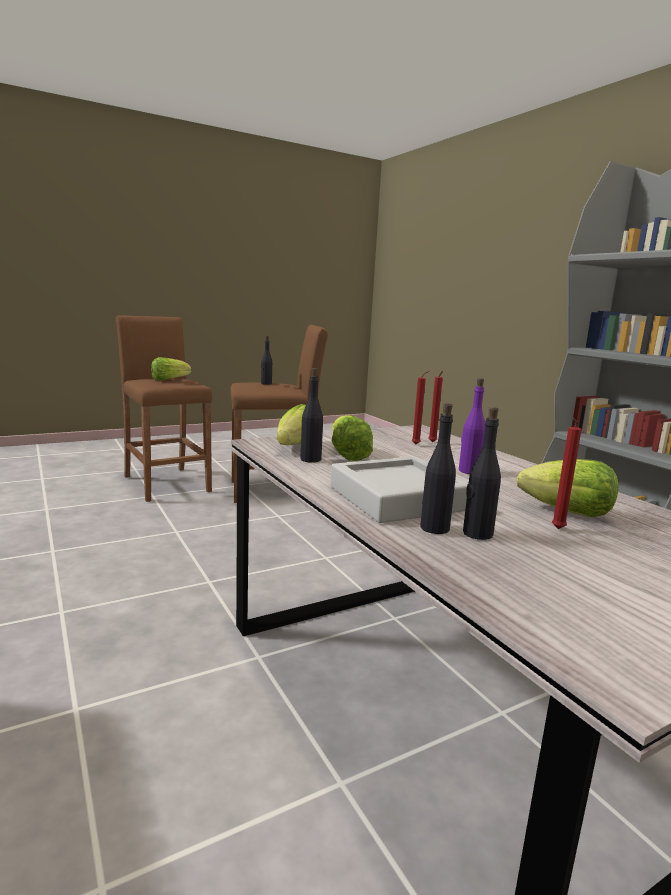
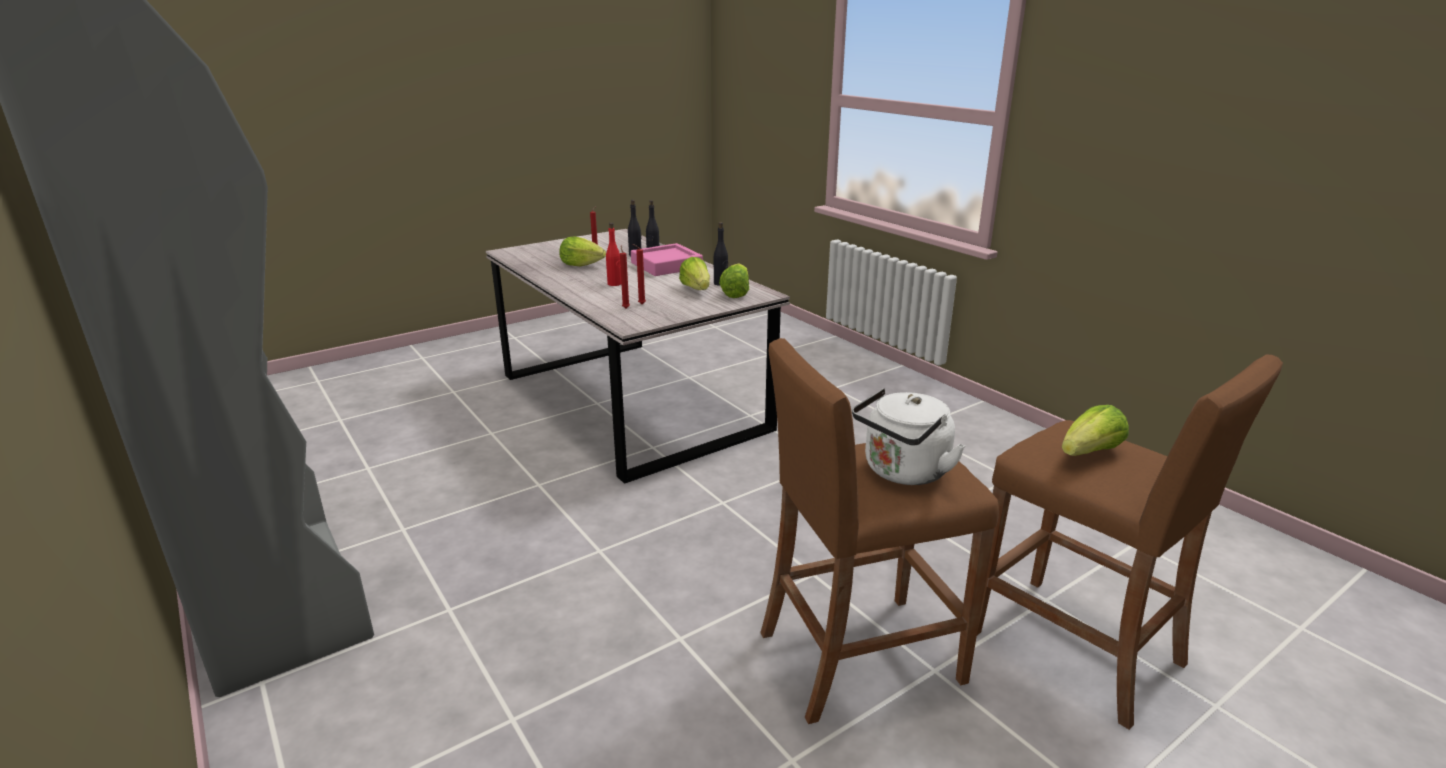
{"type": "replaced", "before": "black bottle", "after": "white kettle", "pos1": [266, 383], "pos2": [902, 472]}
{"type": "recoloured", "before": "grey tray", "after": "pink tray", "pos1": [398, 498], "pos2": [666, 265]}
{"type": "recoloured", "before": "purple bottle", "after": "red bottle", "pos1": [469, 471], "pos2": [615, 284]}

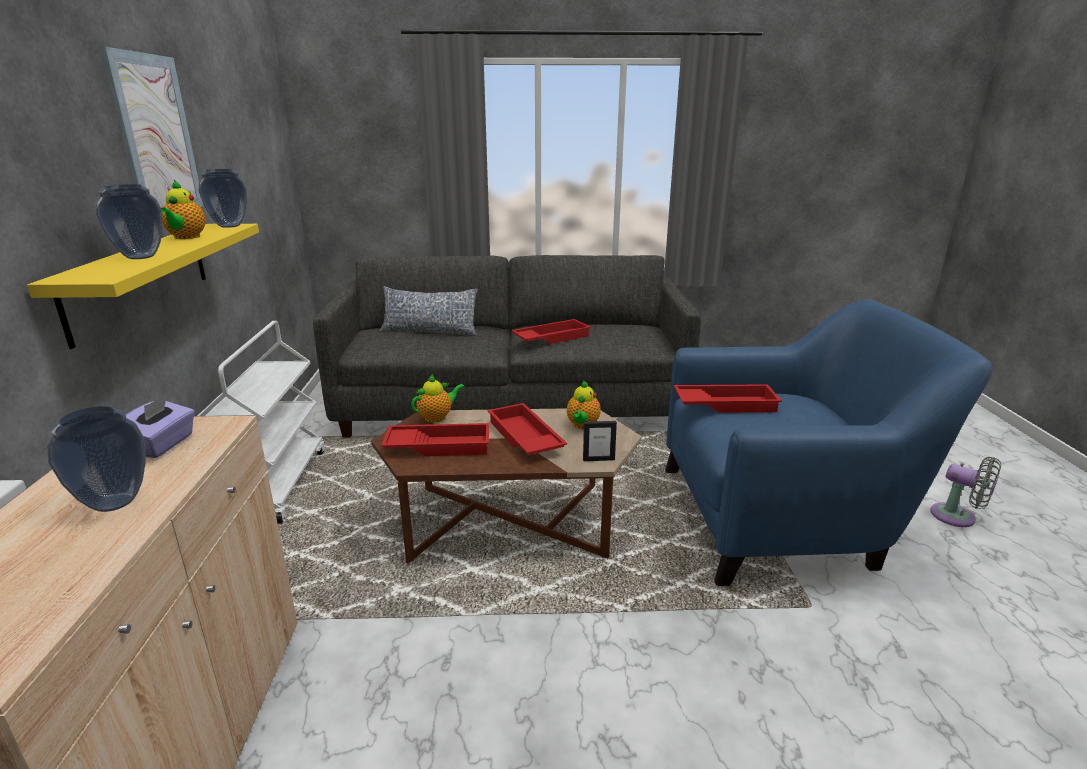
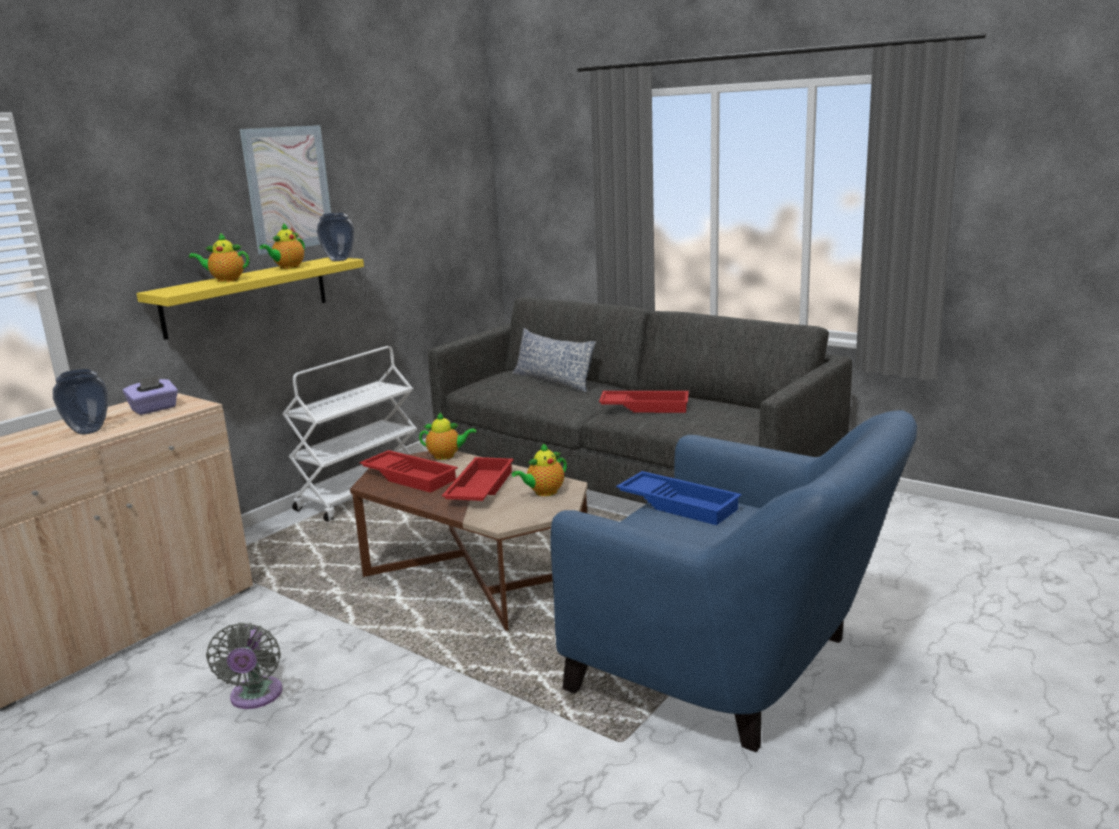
{"type": "replaced", "before": "vase", "after": "teapot", "pos1": [141, 257], "pos2": [225, 280]}
{"type": "removed", "before": "picture frame", "pos1": [598, 459]}
{"type": "recoloured", "before": "red tray", "after": "blue tray", "pos1": [725, 404], "pos2": [679, 504]}
{"type": "moved", "before": "grey fan", "pos1": [958, 517], "pos2": [255, 697]}

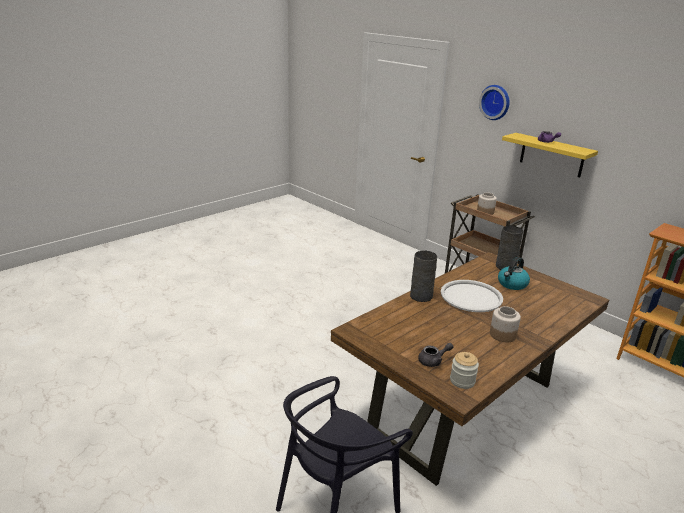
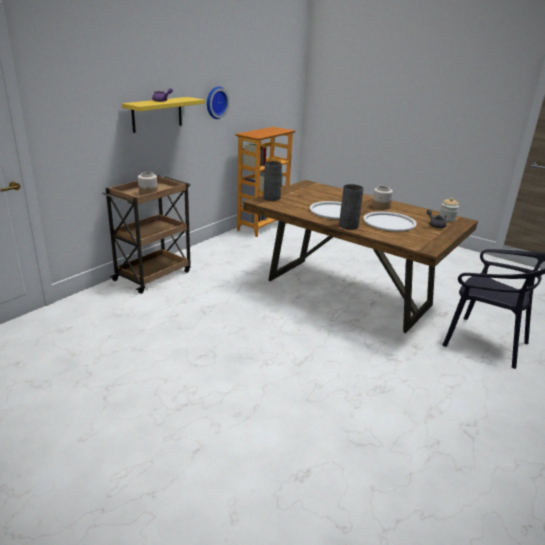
{"type": "moved", "before": "wall clock", "pos1": [495, 102], "pos2": [215, 102]}
{"type": "removed", "before": "kettle", "pos1": [512, 284]}
{"type": "added", "after": "white tray", "pos2": [389, 222]}

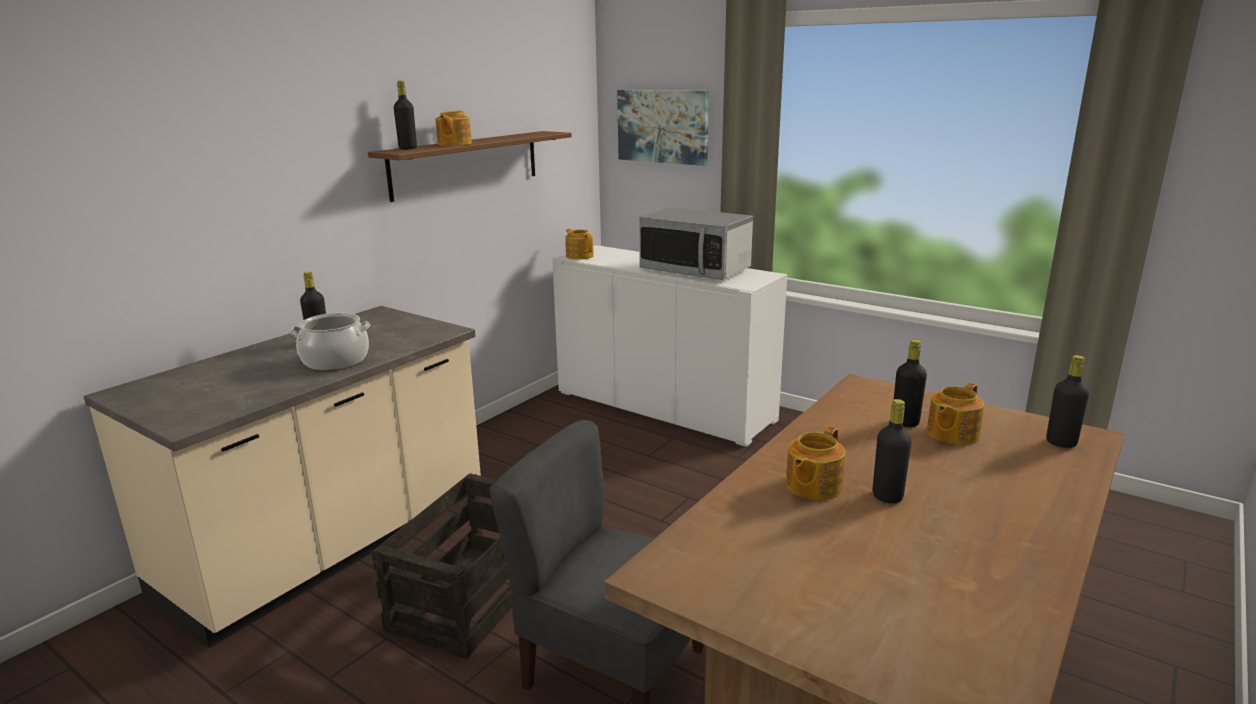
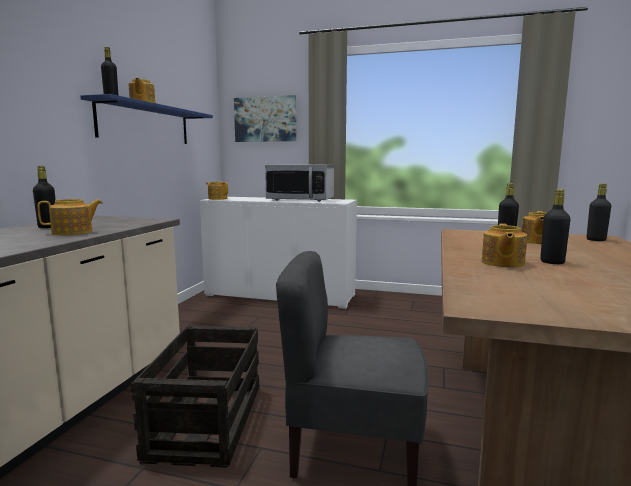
{"type": "replaced", "before": "cooking pot", "after": "teapot", "pos1": [335, 360], "pos2": [73, 232]}
{"type": "recoloured", "before": "brown shelf", "after": "blue shelf", "pos1": [466, 164], "pos2": [146, 124]}

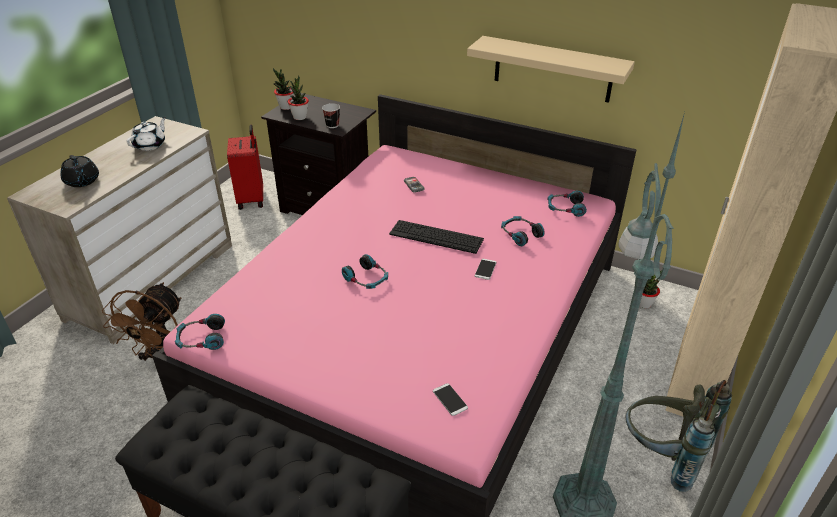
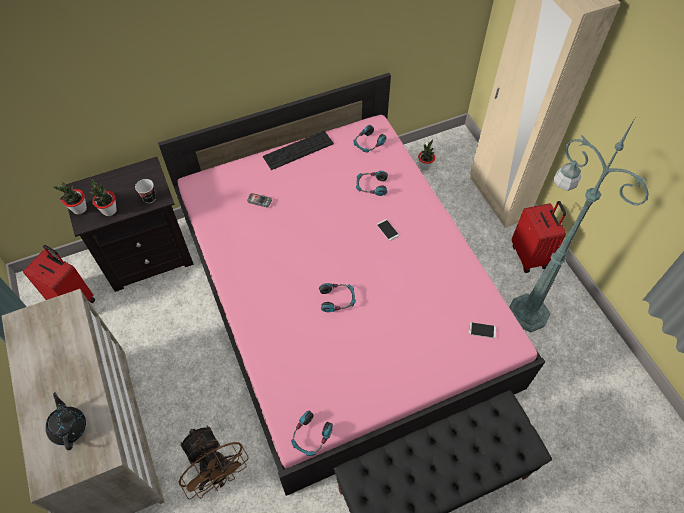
{"type": "turned", "before": "black teapot", "pos1": [82, 181], "pos2": [69, 427], "turn": -120}
{"type": "removed", "before": "white teapot", "pos1": [150, 145]}
{"type": "moved", "before": "keyboard", "pos1": [436, 236], "pos2": [298, 150]}
{"type": "removed", "before": "beige shelf", "pos1": [552, 69]}
{"type": "replaced", "before": "grey backpack", "after": "red suitcase", "pos1": [662, 456], "pos2": [530, 256]}

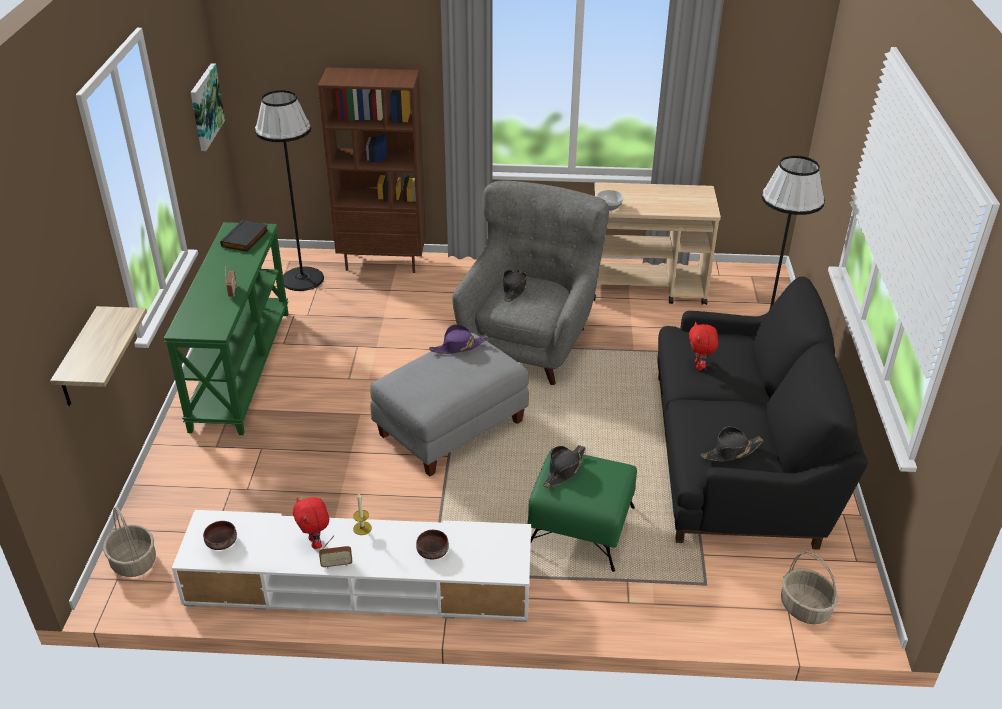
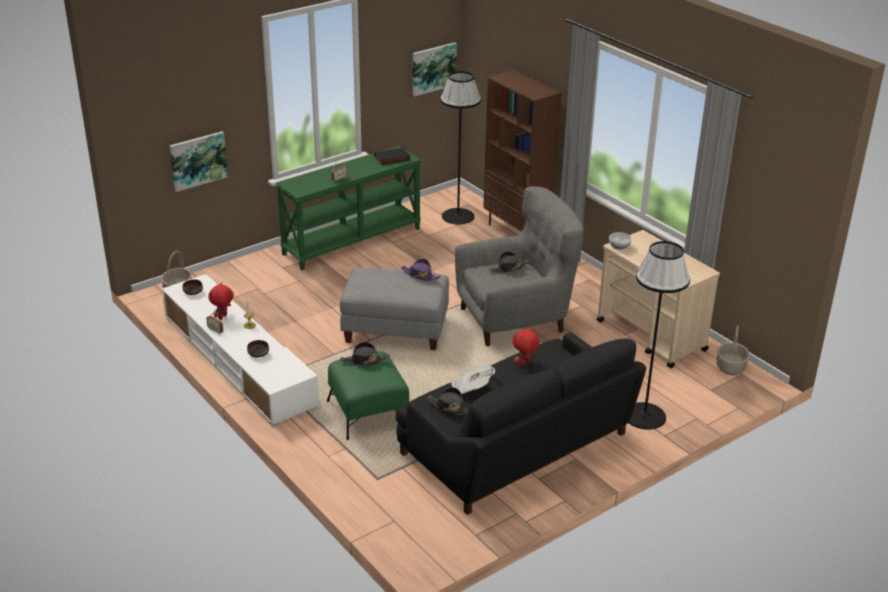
{"type": "replaced", "before": "shelf", "after": "picture", "pos1": [79, 359], "pos2": [198, 160]}
{"type": "moved", "before": "basket", "pos1": [805, 608], "pos2": [731, 367]}
{"type": "added", "after": "newspaper", "pos2": [471, 388]}

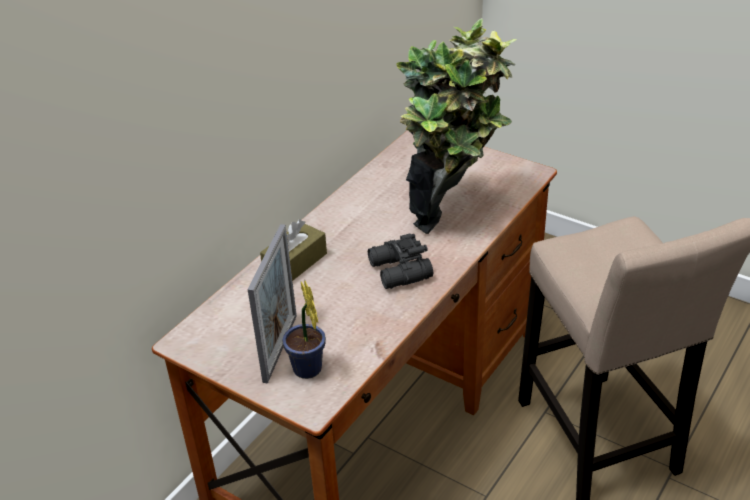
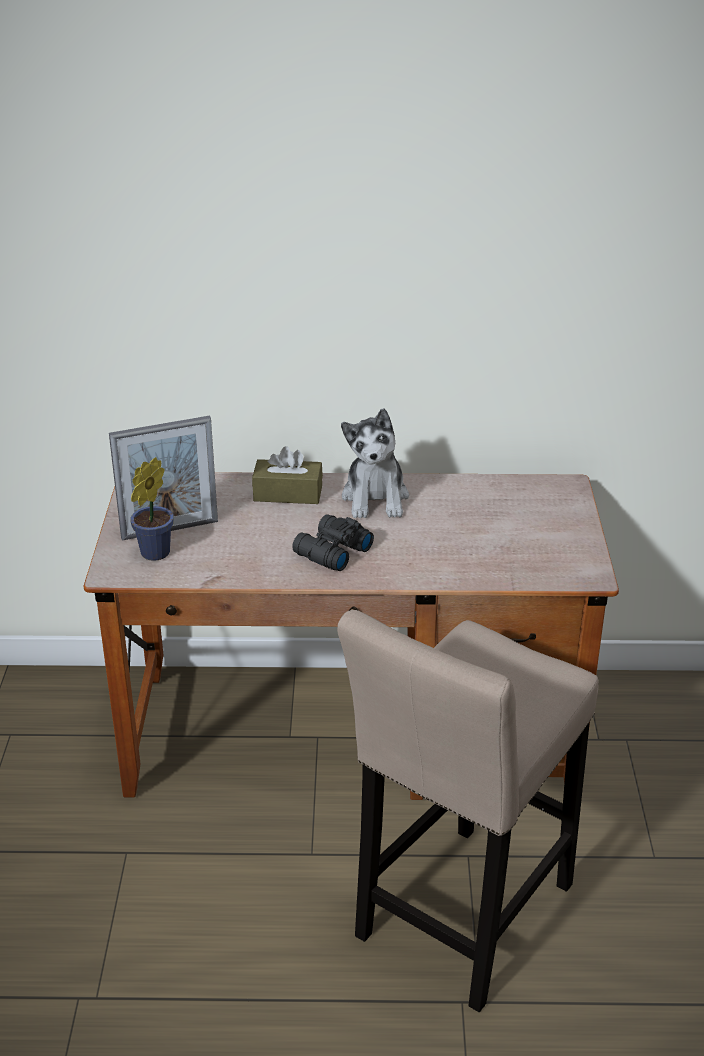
{"type": "removed", "before": "potted plant", "pos1": [451, 212]}
{"type": "added", "after": "plush toy", "pos2": [375, 498]}

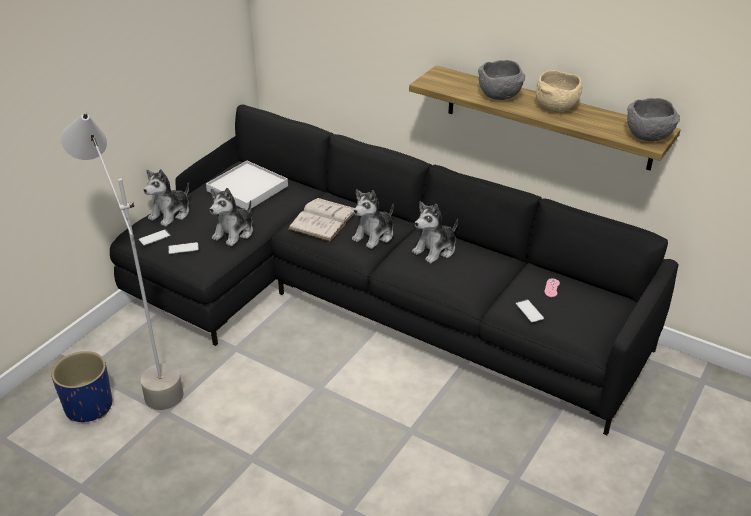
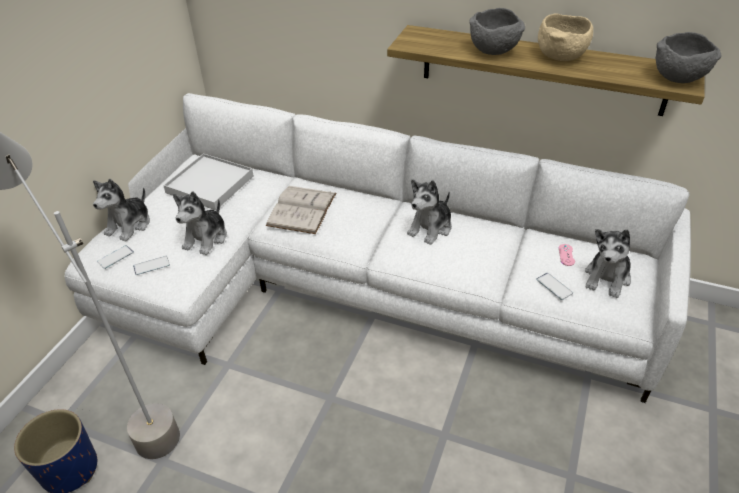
{"type": "recoloured", "before": "black sofa", "after": "white sofa", "pos1": [366, 300], "pos2": [354, 285]}
{"type": "moved", "before": "plush toy", "pos1": [374, 235], "pos2": [607, 278]}

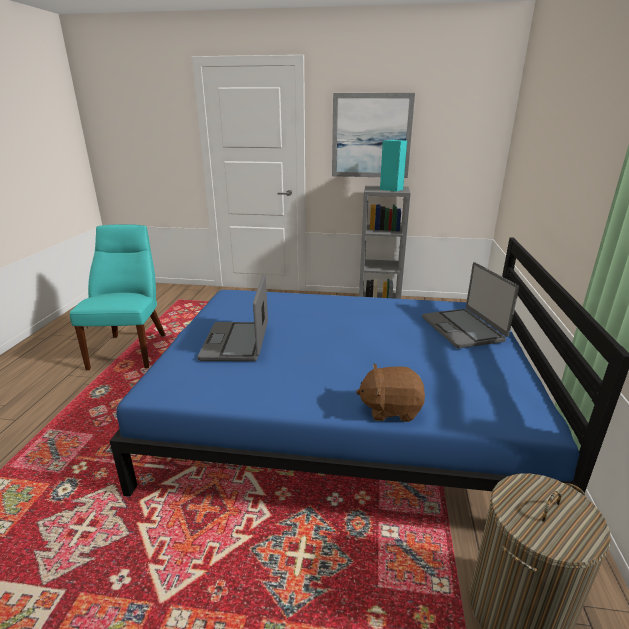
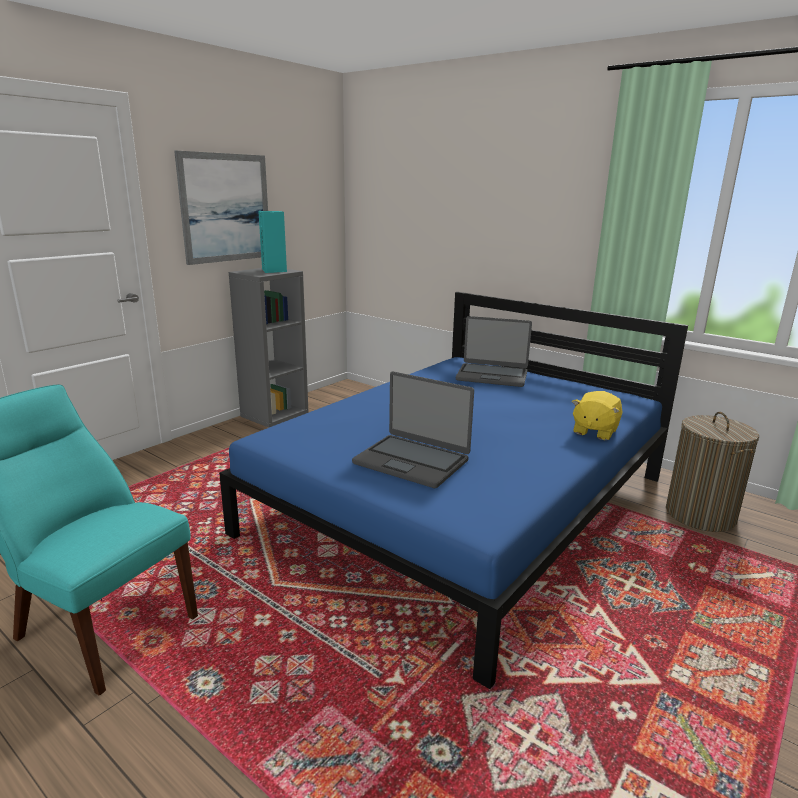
{"type": "recoloured", "before": "brown plush toy", "after": "yellow plush toy", "pos1": [390, 409], "pos2": [594, 431]}

